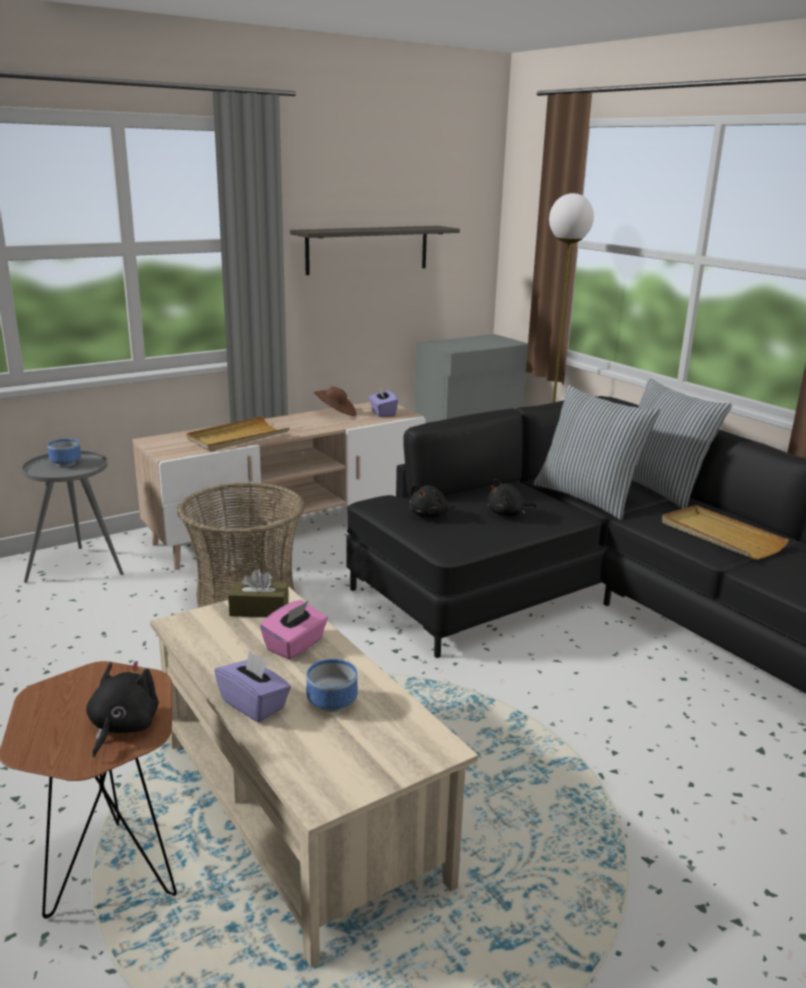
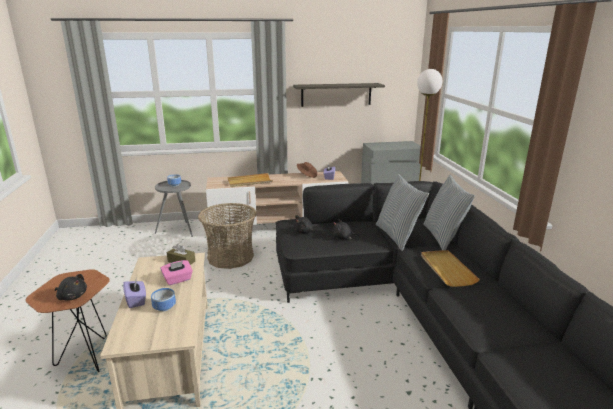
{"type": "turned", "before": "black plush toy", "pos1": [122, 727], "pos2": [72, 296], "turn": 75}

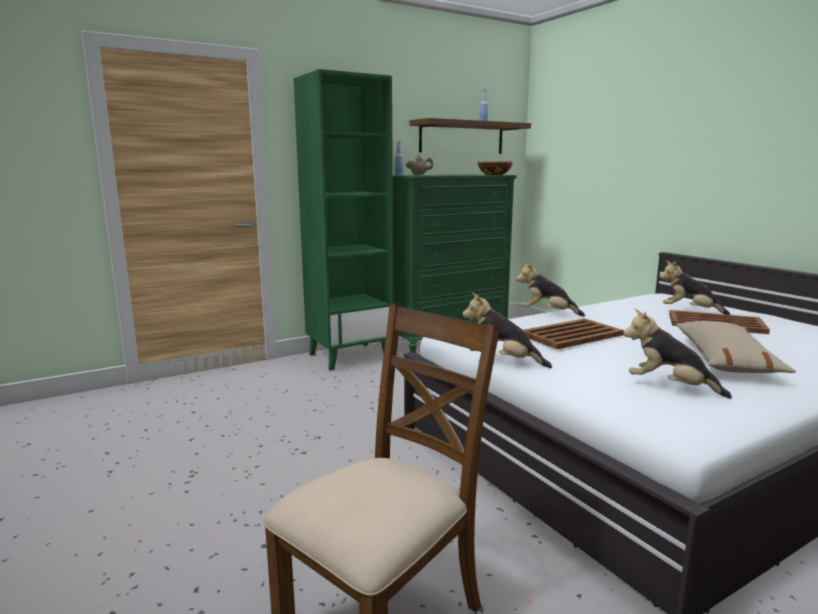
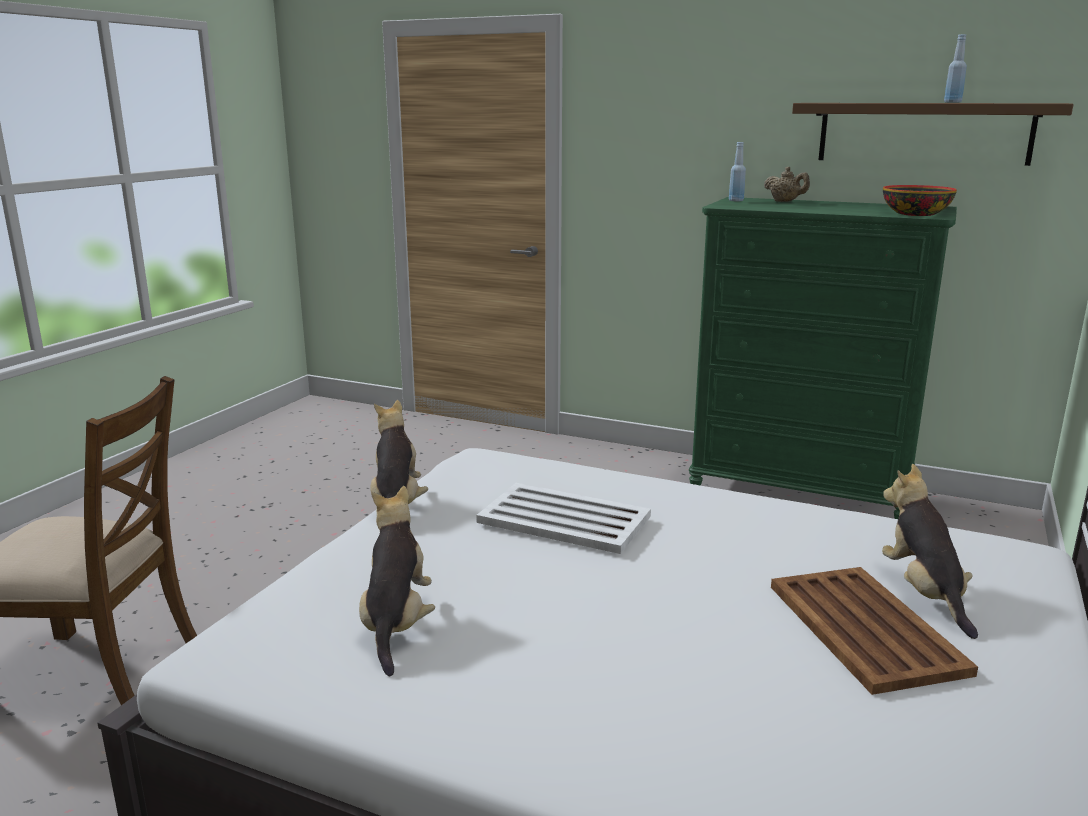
{"type": "removed", "before": "green bookcase", "pos1": [349, 356]}
{"type": "removed", "before": "plush toy", "pos1": [547, 313]}
{"type": "recoloured", "before": "brown tray", "after": "white tray", "pos1": [570, 335], "pos2": [562, 519]}
{"type": "removed", "before": "beige pillow", "pos1": [725, 360]}

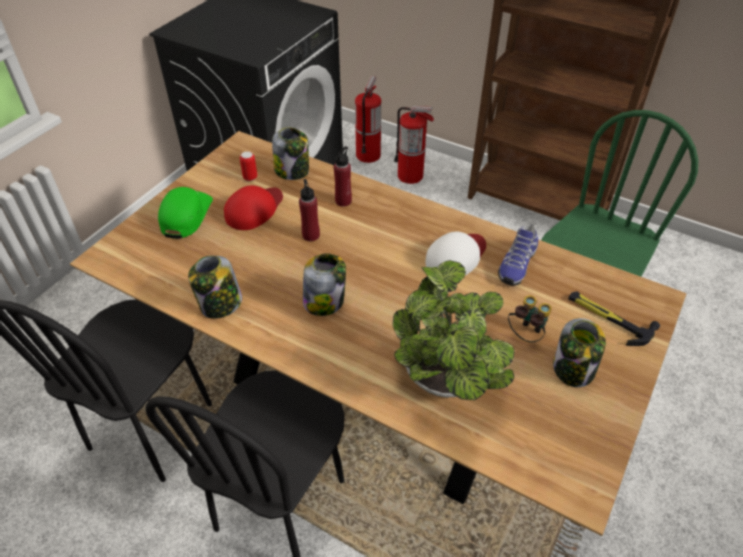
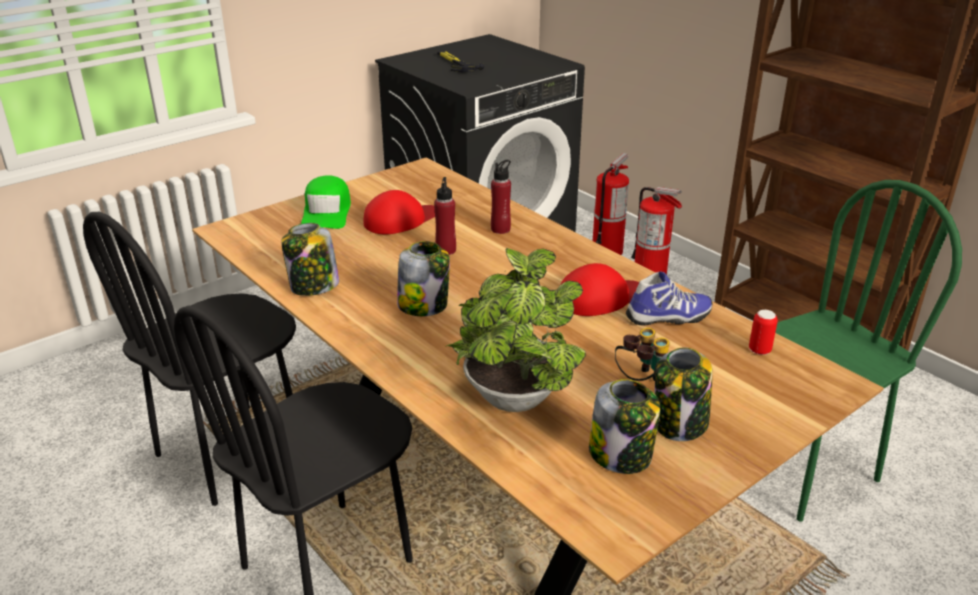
{"type": "turned", "before": "green cap", "pos1": [185, 215], "pos2": [327, 212], "turn": 150}
{"type": "moved", "before": "can", "pos1": [250, 177], "pos2": [759, 350]}
{"type": "moved", "before": "jar", "pos1": [292, 171], "pos2": [621, 455]}
{"type": "recoloured", "before": "white cap", "after": "red cap", "pos1": [456, 257], "pos2": [600, 297]}
{"type": "turned", "before": "shoe", "pos1": [516, 265], "pos2": [669, 318], "turn": -150}
{"type": "moved", "before": "hammer", "pos1": [608, 318], "pos2": [455, 63]}

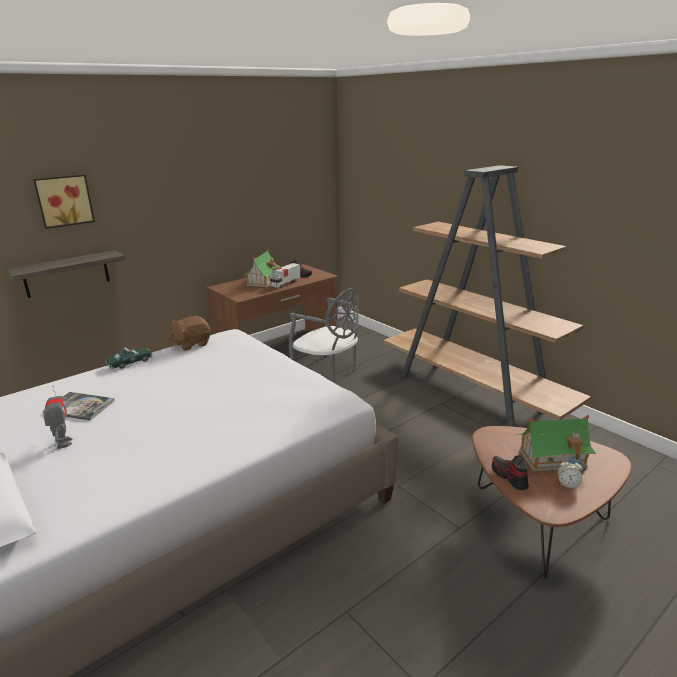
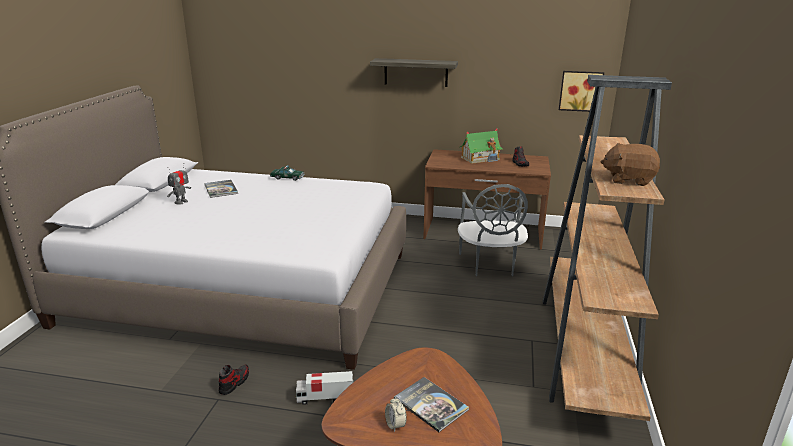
{"type": "moved", "before": "shelf", "pos1": [66, 274], "pos2": [416, 72]}
{"type": "moved", "before": "picture", "pos1": [64, 200], "pos2": [580, 91]}
{"type": "moved", "before": "brown plush toy", "pos1": [191, 344], "pos2": [628, 180]}
{"type": "moved", "before": "toy truck", "pos1": [285, 283], "pos2": [324, 398]}
{"type": "moved", "before": "shoe", "pos1": [509, 477], "pos2": [234, 383]}
{"type": "replaced", "before": "toy house", "after": "book", "pos1": [553, 458], "pos2": [431, 404]}

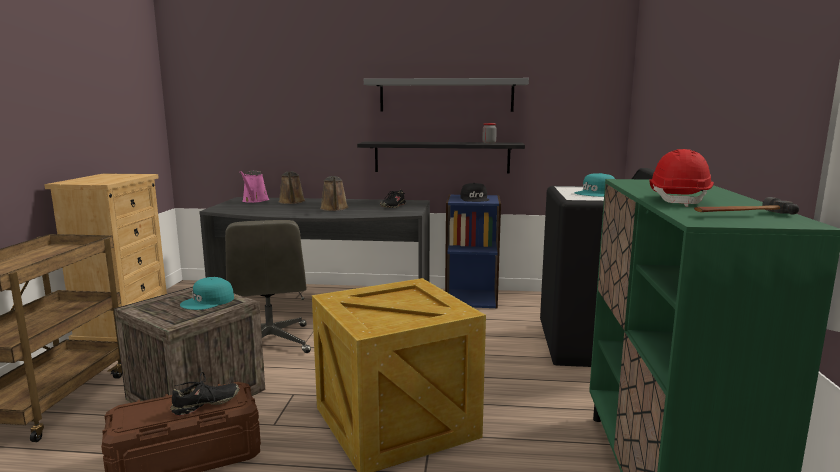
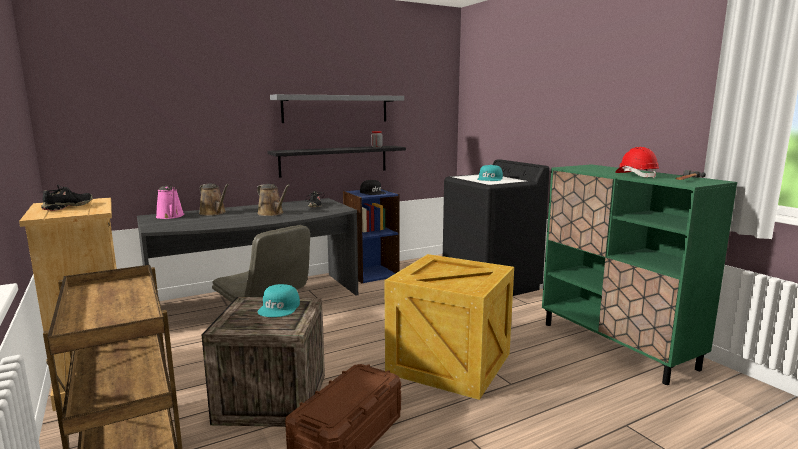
{"type": "moved", "before": "black shoe", "pos1": [206, 405], "pos2": [68, 207]}

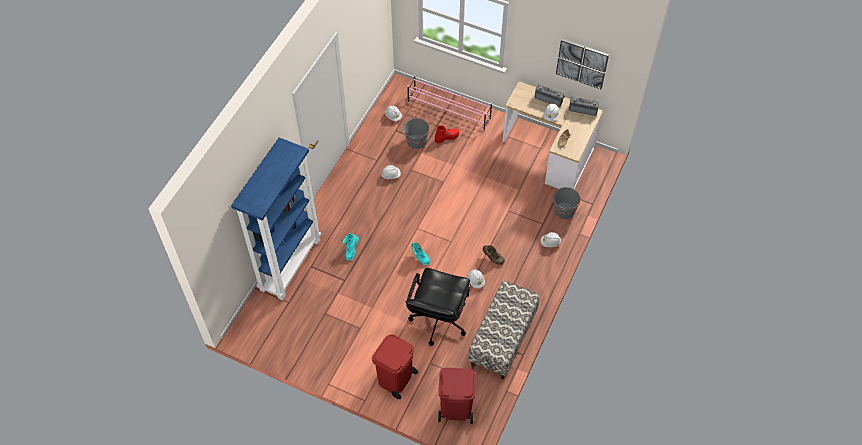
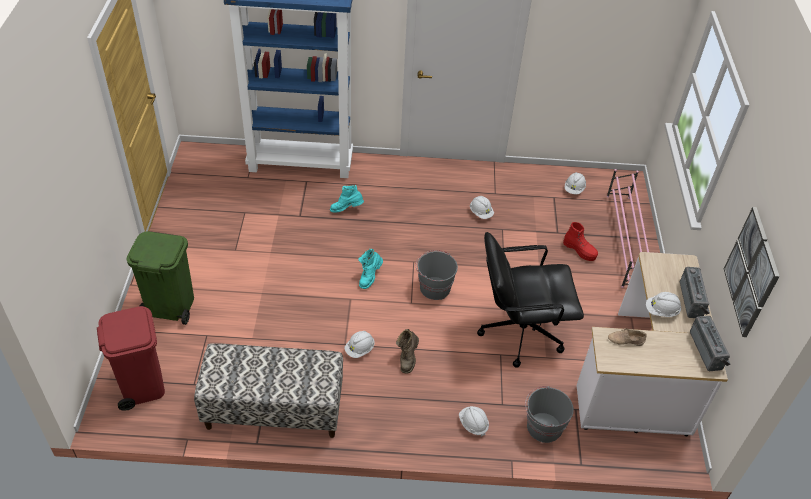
{"type": "recoloured", "before": "red trash can", "after": "green trash can", "pos1": [395, 379], "pos2": [169, 306]}
{"type": "moved", "before": "grey bucket", "pos1": [416, 141], "pos2": [434, 288]}
{"type": "moved", "before": "black office chair", "pos1": [438, 320], "pos2": [520, 331]}

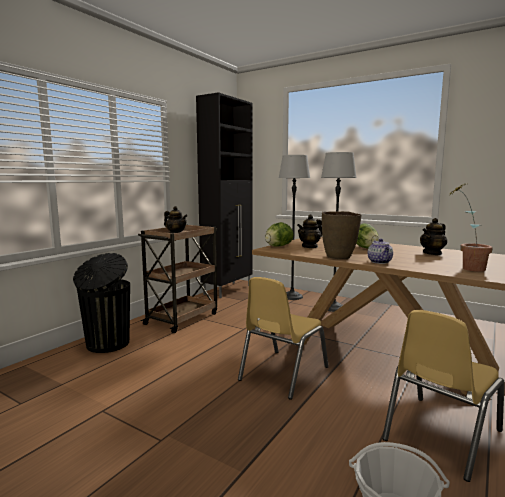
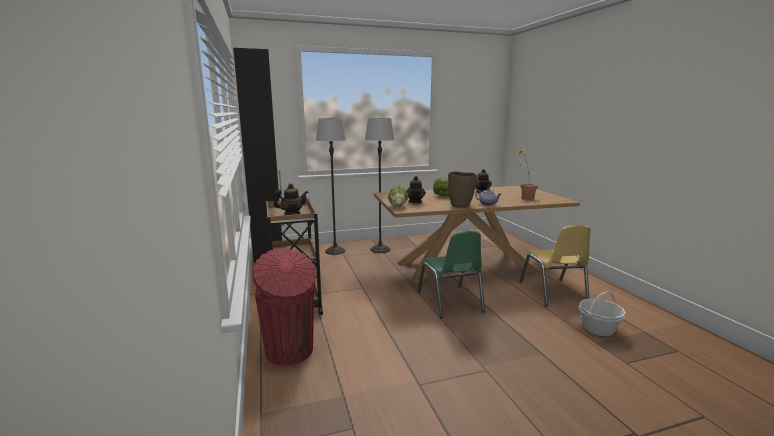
{"type": "recoloured", "before": "black trash can", "after": "red trash can", "pos1": [107, 344], "pos2": [290, 352]}
{"type": "recoloured", "before": "yellow chair", "after": "green chair", "pos1": [283, 373], "pos2": [450, 302]}

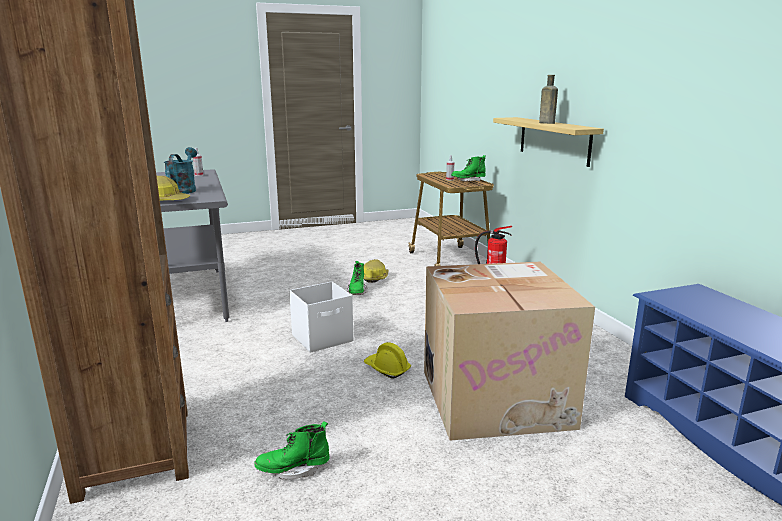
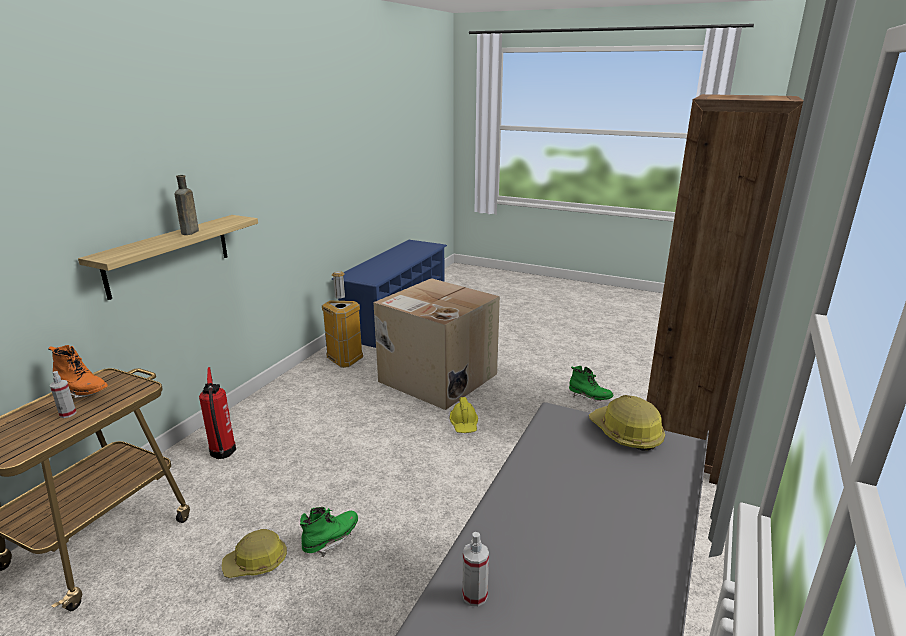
{"type": "removed", "before": "turquoise watering can", "pos1": [183, 190]}
{"type": "removed", "before": "white storage box", "pos1": [323, 338]}
{"type": "recoloured", "before": "green boot", "after": "orange boot", "pos1": [468, 181], "pos2": [83, 392]}
{"type": "added", "after": "trash can", "pos2": [344, 360]}

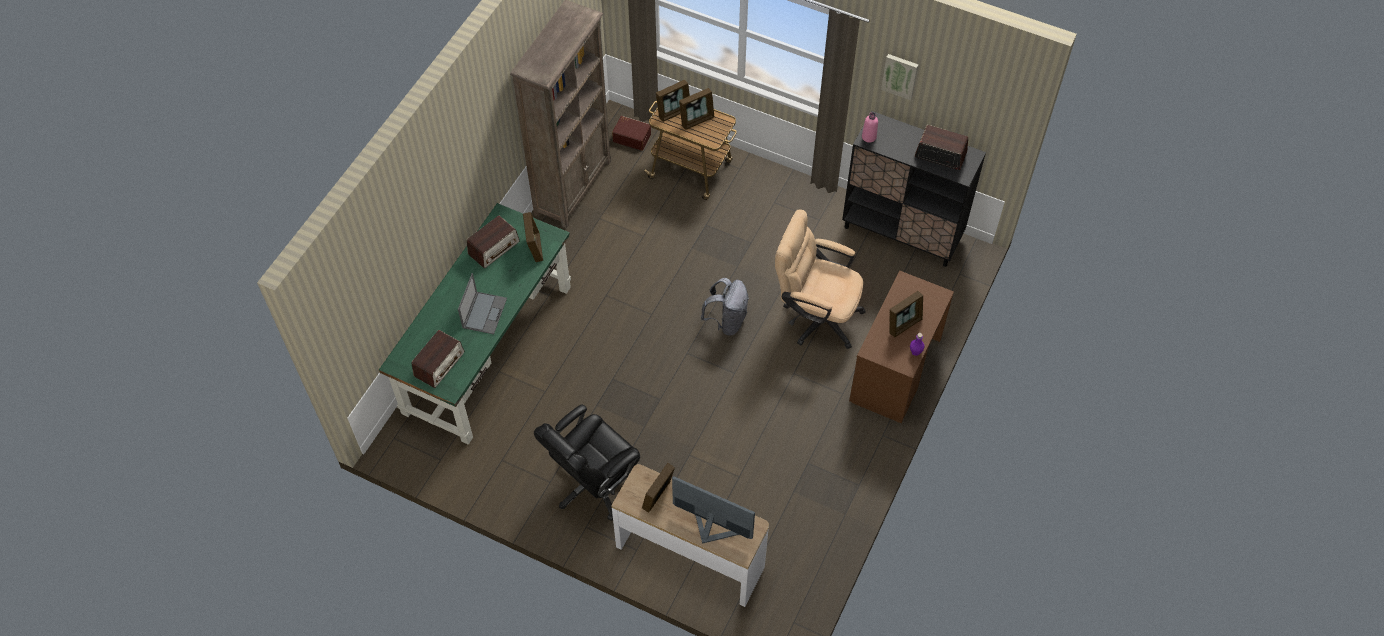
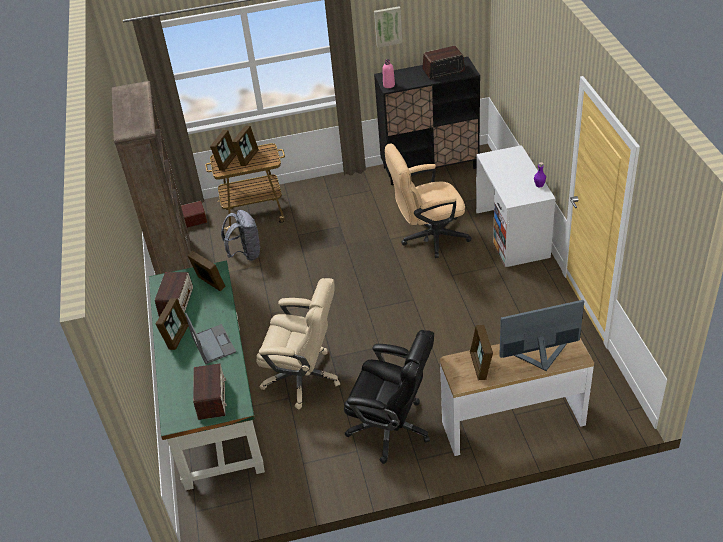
{"type": "turned", "before": "black office chair", "pos1": [594, 484], "pos2": [391, 428], "turn": -75}
{"type": "moved", "before": "grey backpack", "pos1": [727, 321], "pos2": [245, 254]}
{"type": "recoloured", "before": "brown desk", "after": "white desk", "pos1": [895, 370], "pos2": [512, 234]}
{"type": "moved", "before": "picture frame", "pos1": [904, 324], "pos2": [176, 336]}
{"type": "added", "after": "beige office chair", "pos2": [303, 377]}

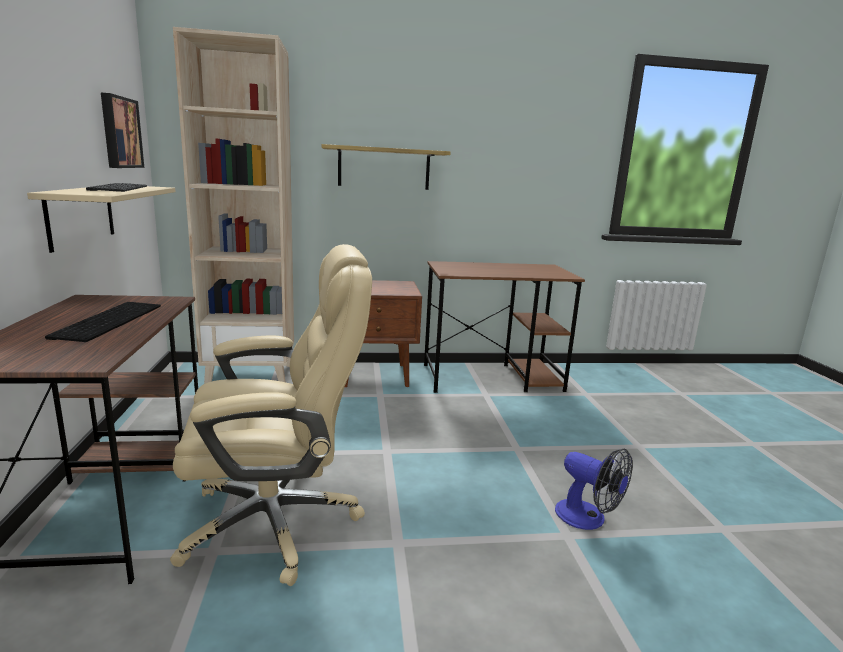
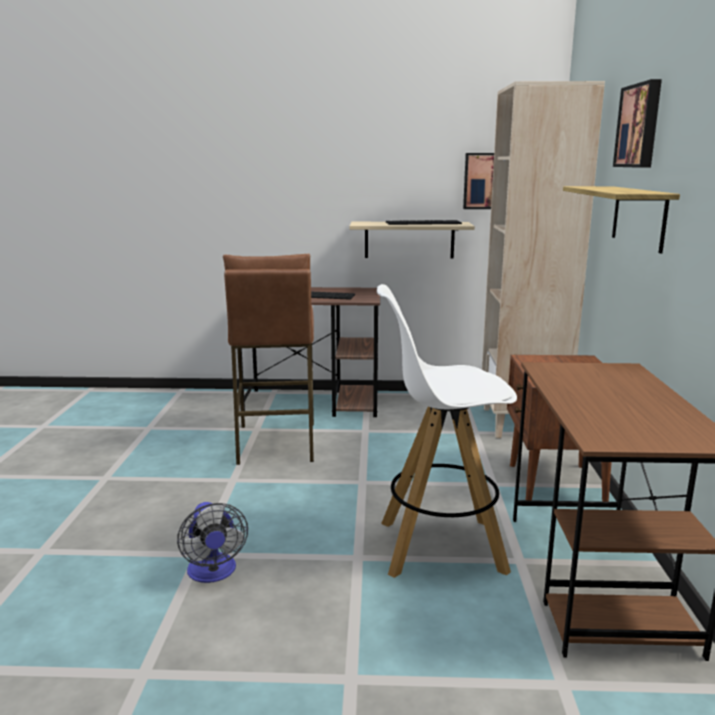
{"type": "replaced", "before": "beige office chair", "after": "brown stool", "pos1": [276, 521], "pos2": [275, 443]}
{"type": "turned", "before": "fan", "pos1": [588, 518], "pos2": [213, 573], "turn": -75}
{"type": "added", "after": "white stool", "pos2": [439, 546]}
{"type": "added", "after": "picture", "pos2": [640, 126]}

